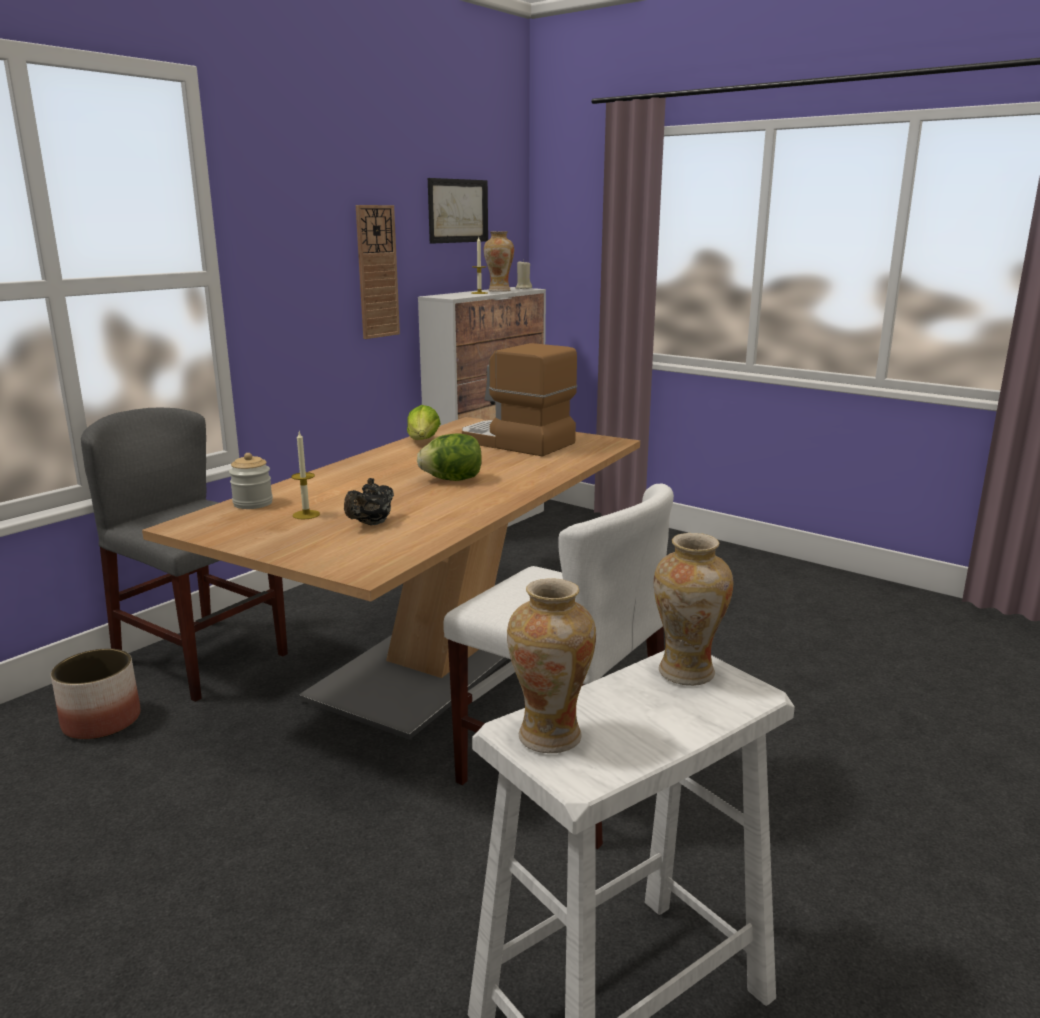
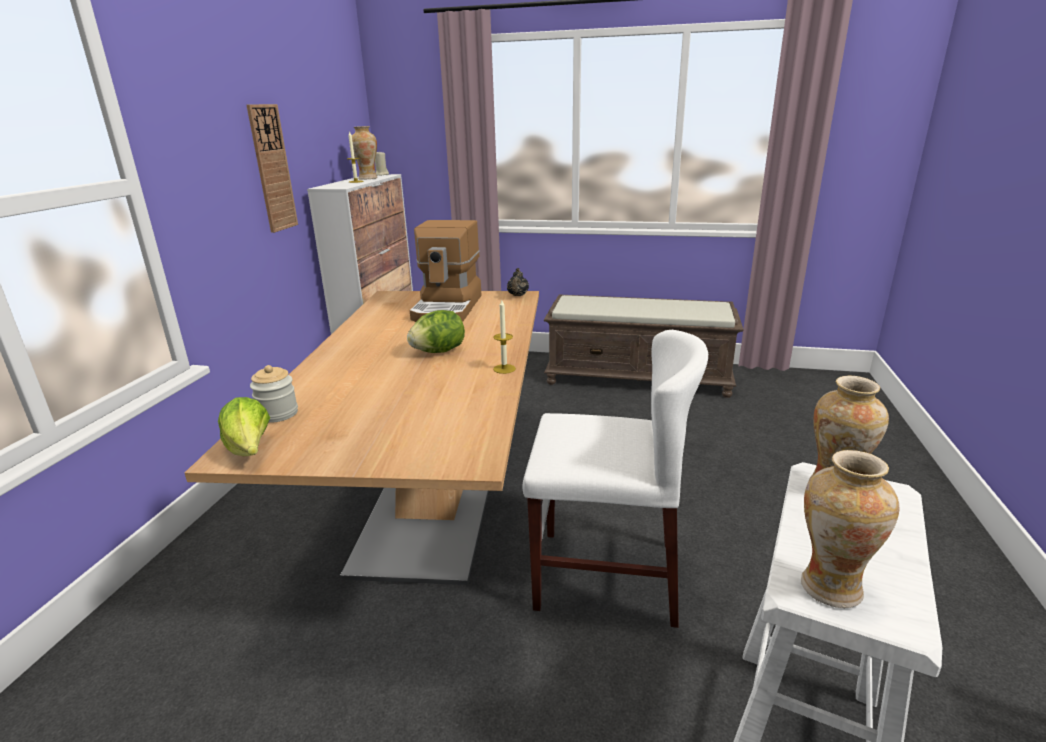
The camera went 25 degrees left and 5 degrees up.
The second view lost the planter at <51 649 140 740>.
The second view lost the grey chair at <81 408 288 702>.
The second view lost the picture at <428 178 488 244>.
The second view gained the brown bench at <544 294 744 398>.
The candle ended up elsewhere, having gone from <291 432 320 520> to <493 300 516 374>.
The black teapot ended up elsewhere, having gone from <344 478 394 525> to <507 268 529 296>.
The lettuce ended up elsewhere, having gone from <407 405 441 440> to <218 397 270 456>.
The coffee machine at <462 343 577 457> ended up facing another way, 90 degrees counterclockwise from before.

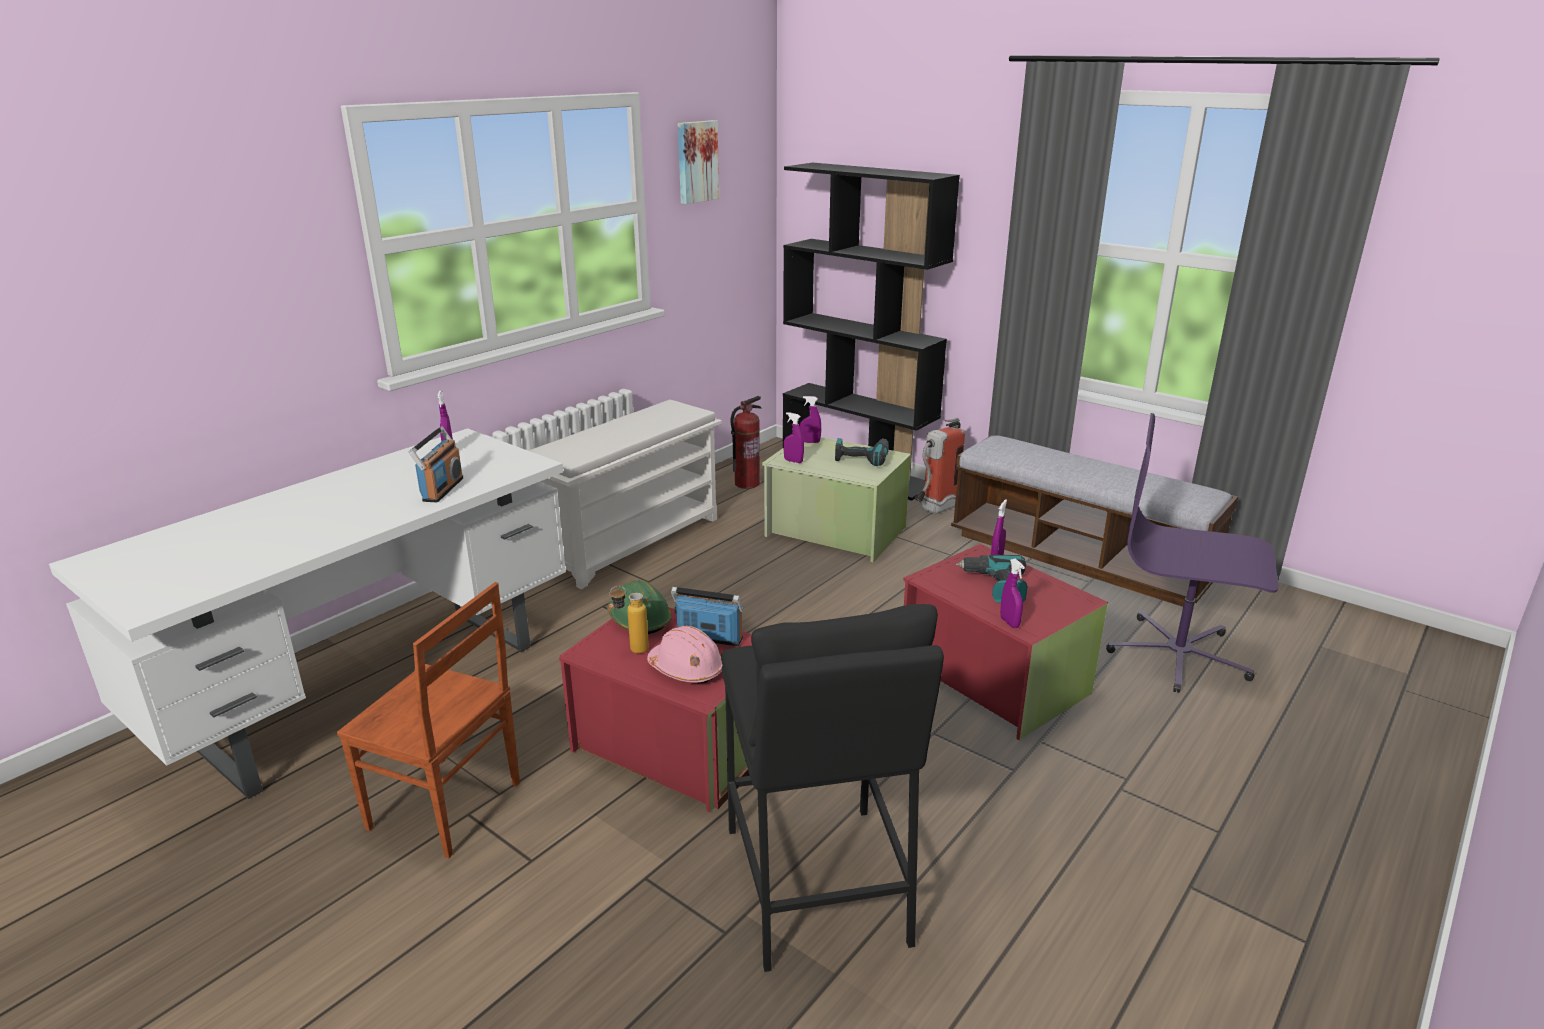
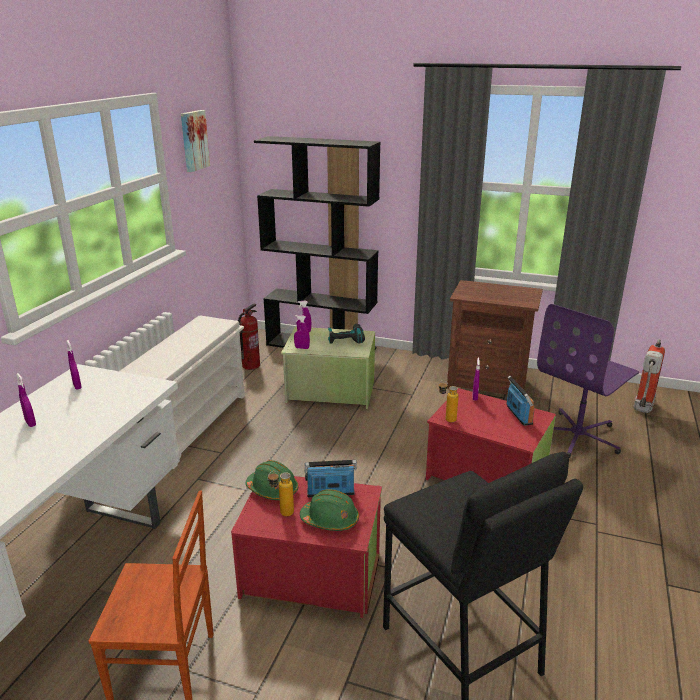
The camera went 20 degrees left and 0 degrees up.
The second view lost the power drill at <956 555 1027 603>.
The second view gained the bottle at <438 380 459 422>.
The radio ended up elsewhere, having gone from <409 426 463 503> to <507 376 535 426>.
The fire extinguisher ended up elsewhere, having gone from <915 418 965 514> to <634 339 665 413>.
The purple spray bottle ended up elsewhere, having gone from <1000 559 1025 628> to <16 373 36 427>.
Where the bench stood at <951 435 1238 607>, the brown nightstand came to stand at <447 280 543 395>.
What was the pink hard hat at <647 626 722 684> turned into the green hard hat at <300 489 359 531>.
The purple office chair at <1106 413 1279 693> ended up facing another way, 45 degrees counterclockwise from before.

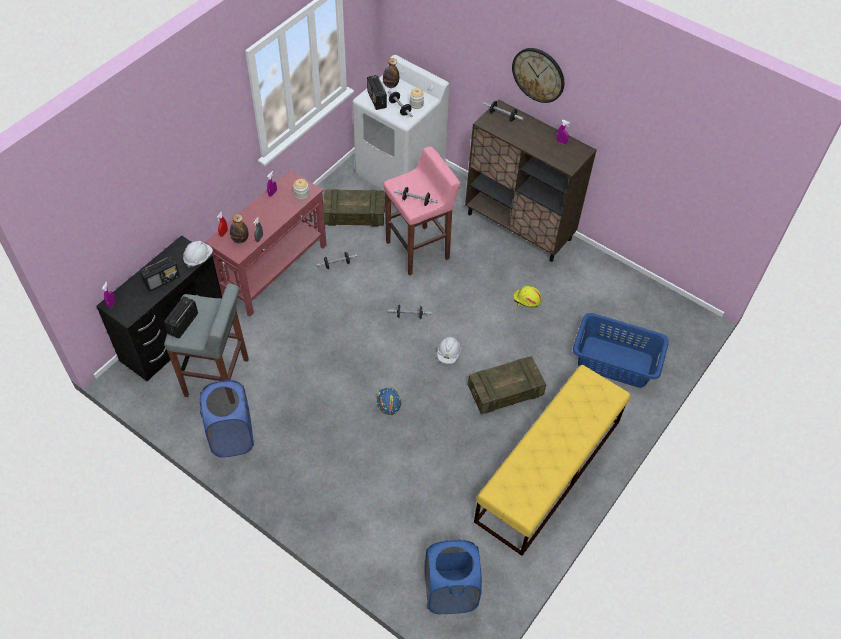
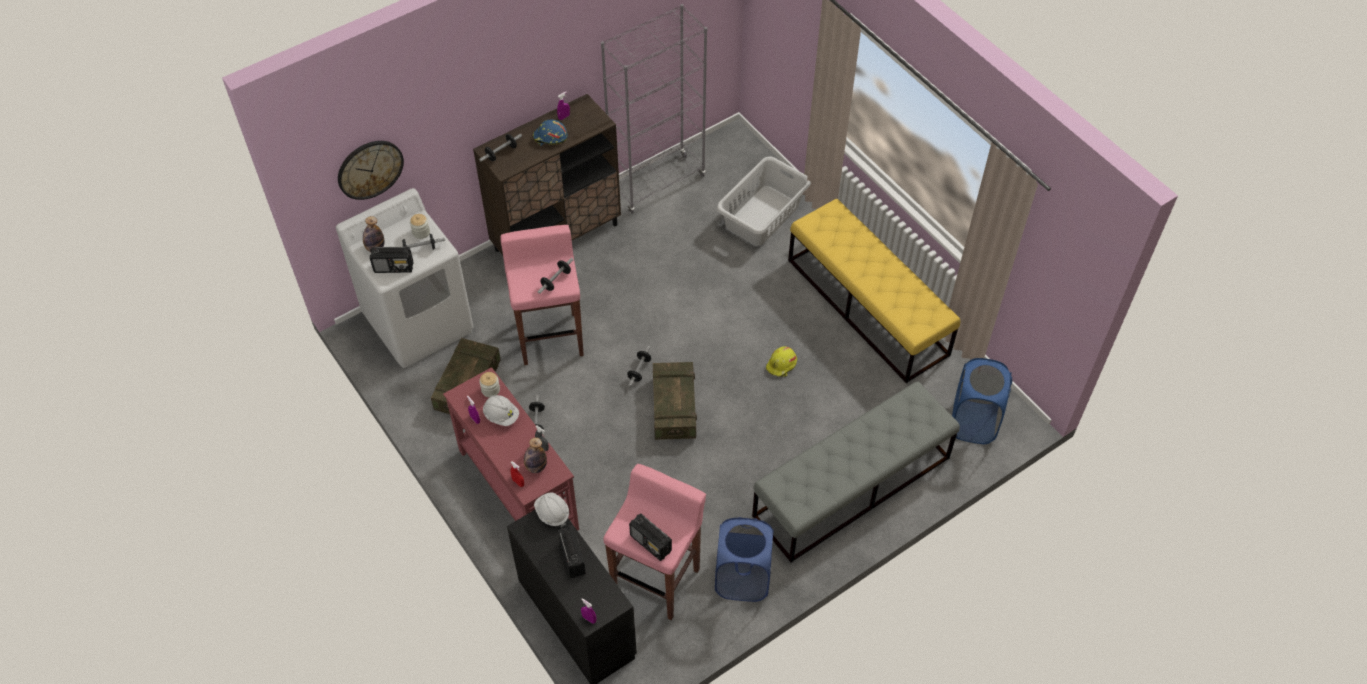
The camera went 70 degrees left and 0 degrees up.
The second view gained the grey bookcase at <601 4 707 214>.
The second view gained the grey bench at <752 381 960 562>.
The blue hard hat ended up elsewhere, having gone from <376 388 401 415> to <533 120 568 146>.
The white hard hat ended up elsewhere, having gone from <437 337 461 364> to <483 395 519 426>.
The crate ended up elsewhere, having gone from <468 356 546 414> to <653 362 697 440>.
The wall clock ended up elsewhere, having gone from <512 48 564 103> to <338 141 404 200>.
The yellow hard hat ended up elsewhere, having gone from <513 286 542 308> to <766 347 797 377>.
What was the grey stool at <164 283 249 397> turned into the pink stool at <603 464 706 620>.
What was the blue laundry basket at <573 313 669 388> turned into the grey laundry basket at <716 157 811 246>.

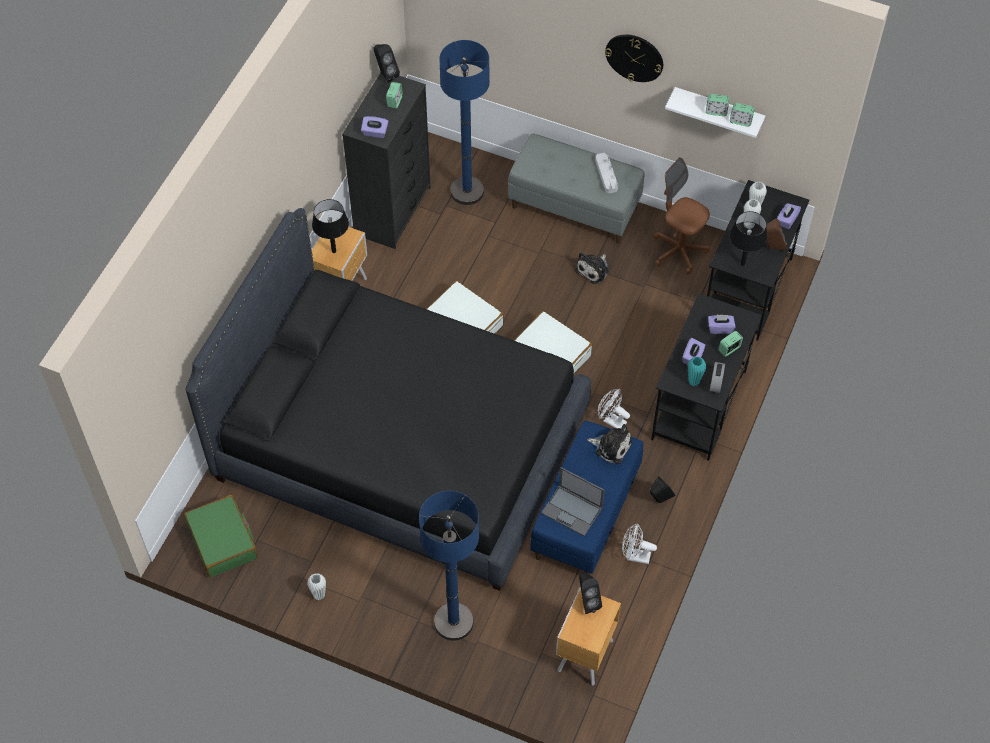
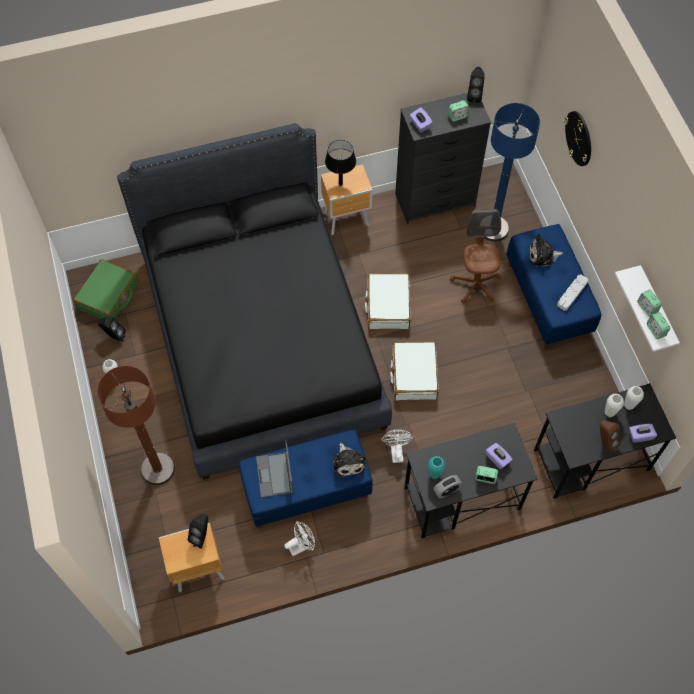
The camera went 50 degrees right and 5 degrees up.
The second view lost the purple tissue box at <682 338 705 365>.
The second view lost the black table lamp at <730 211 767 266>.
The plush toy ended up elsewhere, having gone from <575 252 609 284> to <529 233 563 267>.
The wall clock ended up elsewhere, having gone from <605 34 663 82> to <564 111 591 166>.
The black speaker ended up elsewhere, having gone from <650 476 676 503> to <98 316 126 342>.
The brown office chair ended up elsewhere, having gone from <653 157 710 275> to <450 209 501 303>.
What was the blue floor lamp at <419 491 479 641> turned into the brown floor lamp at <97 366 175 485>.
What was the grey bench at <508 133 645 244> turned into the blue bench at <506 224 602 350>.
The white fan at <622 523 657 564> ended up facing another way, 90 degrees clockwise from before.

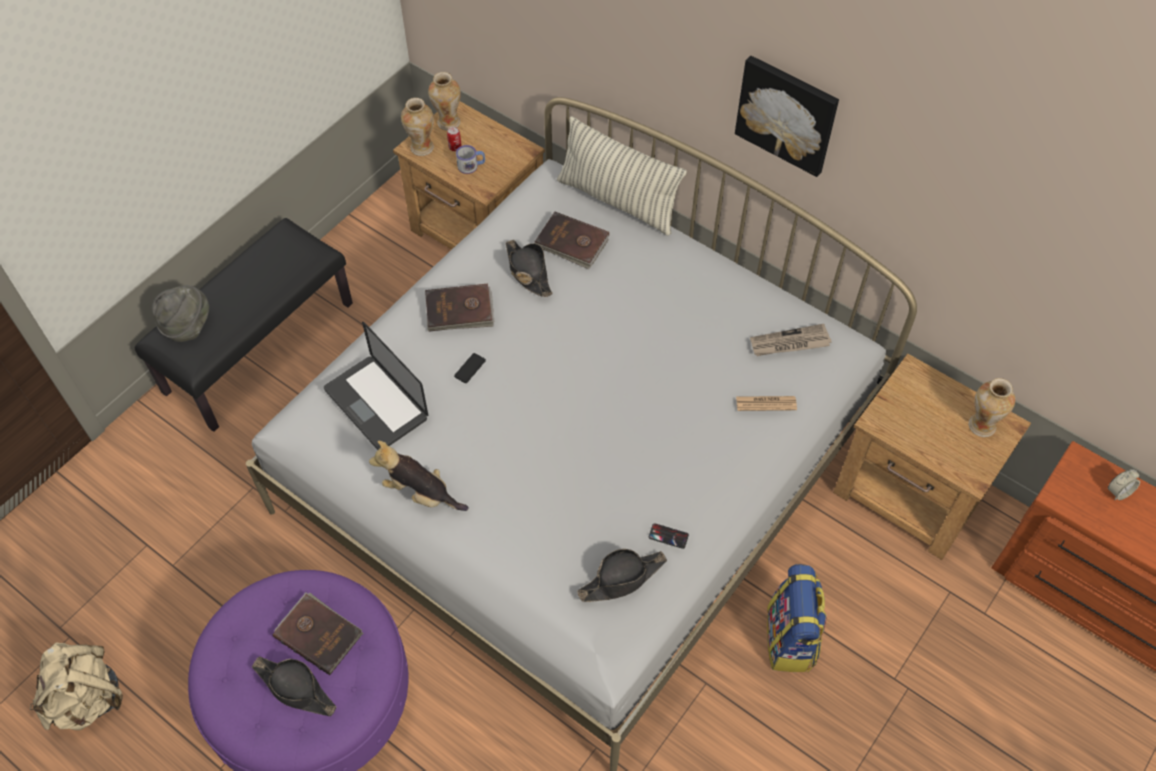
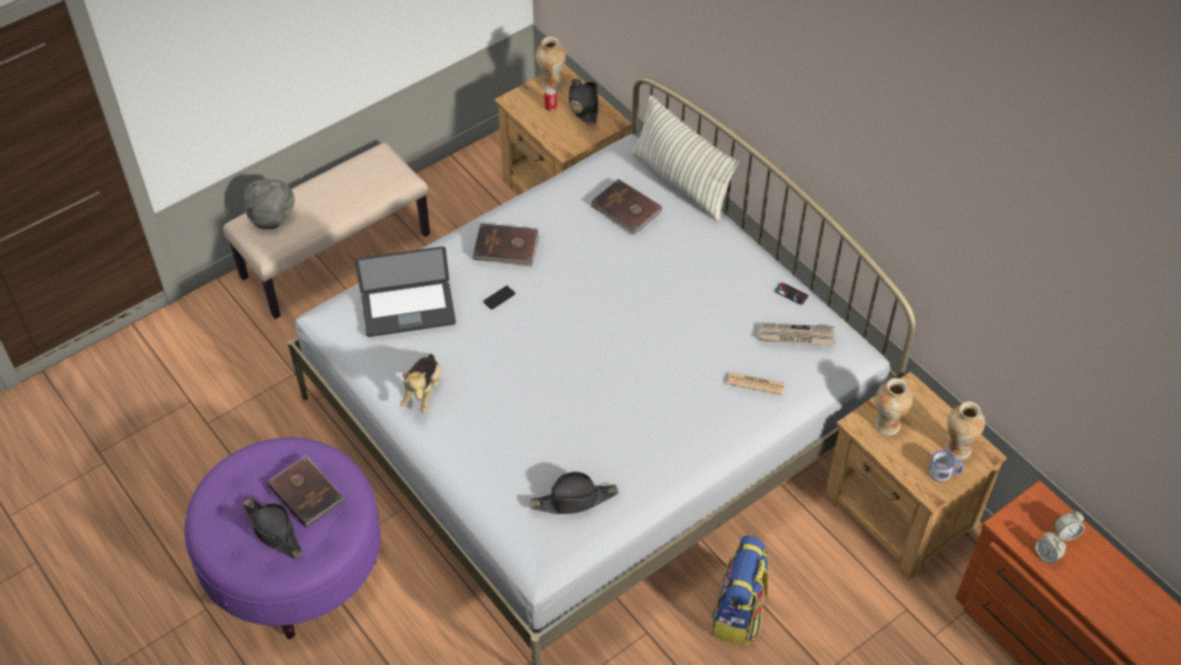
The camera went 15 degrees right and 5 degrees down.
The second view lost the beige backpack at <30 642 123 730>.
The second view lost the picture at <735 56 839 177>.
The second view gained the alarm clock at <1035 532 1066 564>.
The vase ended up elsewhere, having gone from <401 98 434 156> to <874 378 913 436>.
The mug ended up elsewhere, having gone from <456 145 485 174> to <928 451 963 482>.
The black hat ended up elsewhere, having gone from <506 240 553 297> to <569 79 598 125>.
The phone ended up elsewhere, having gone from <649 523 689 549> to <775 282 809 305>.
What was the black bench at <135 218 353 432> turned into the beige bench at <223 143 430 319>.
The laptop at <324 322 428 450> ended up facing another way, 75 degrees counterclockwise from before.
The plush toy at <369 441 469 511> ended up facing another way, 120 degrees counterclockwise from before.

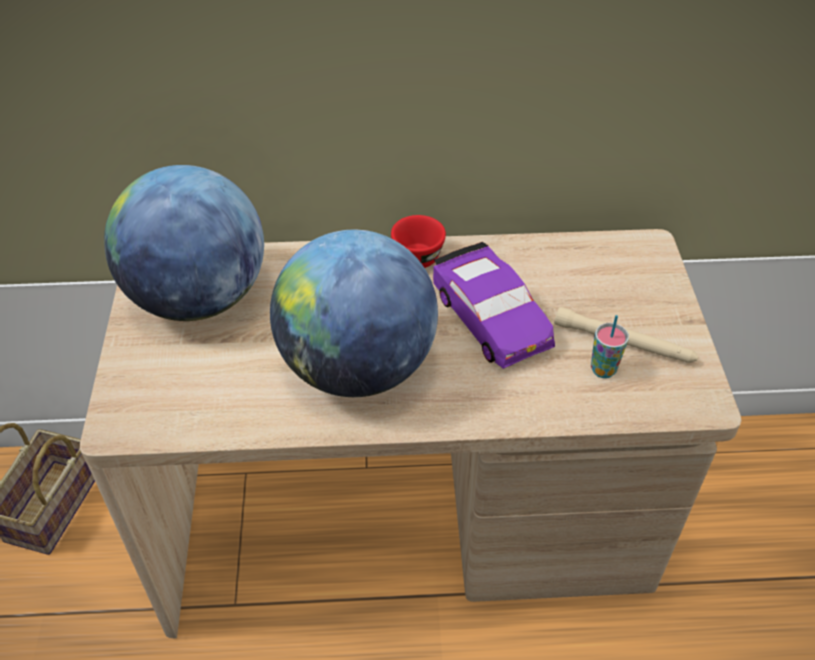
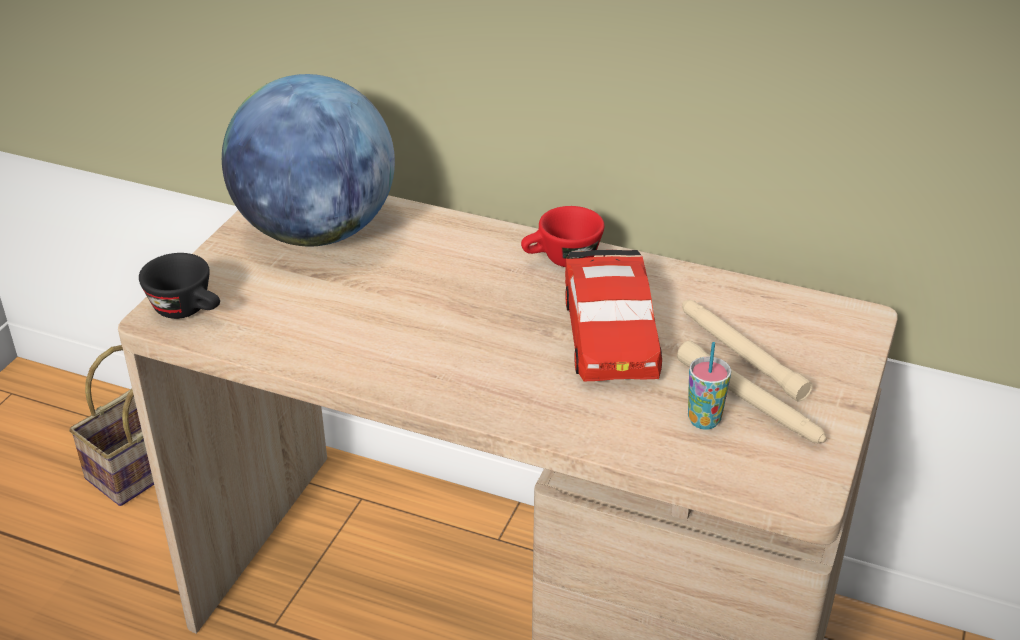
The camera went 25 degrees right and 10 degrees down.
The second view lost the globe at <270 230 438 397>.
The second view gained the black cup at <139 253 220 319>.
The second view gained the beige flashlight at <682 300 813 401>.
What was the purple toy car at <433 242 555 369> turned into the red toy car at <565 250 662 381>.

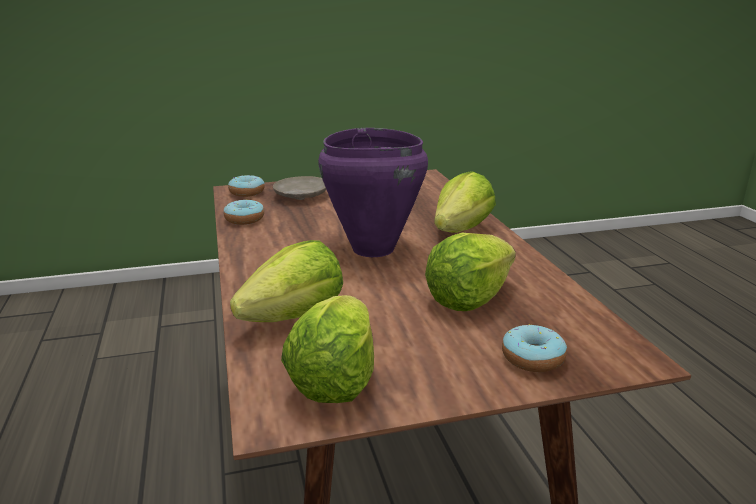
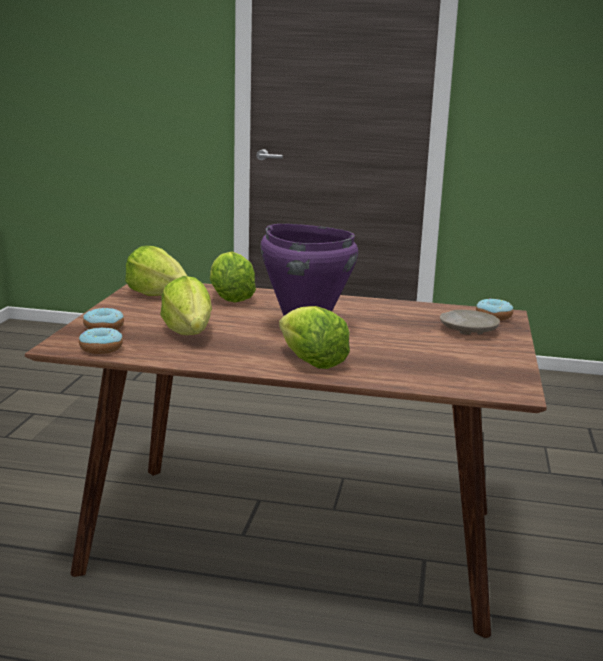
The camera went 115 degrees right and 5 degrees down.
The donut ended up elsewhere, having gone from <223 199 264 225> to <79 328 123 354>.

